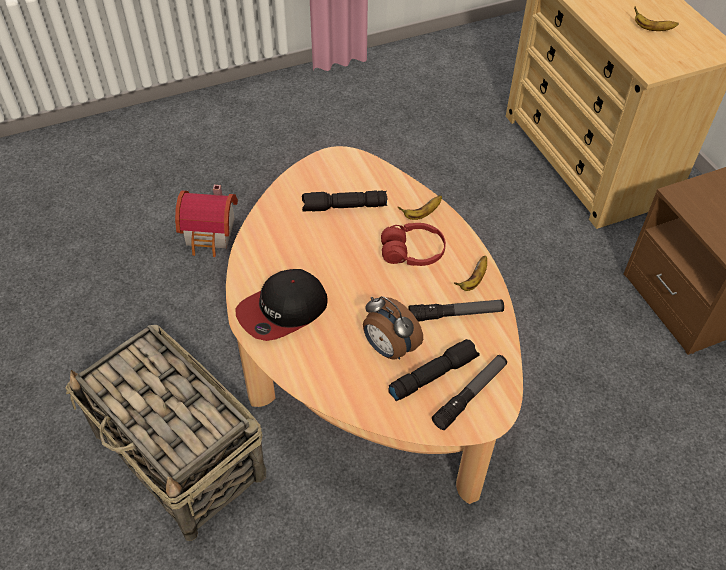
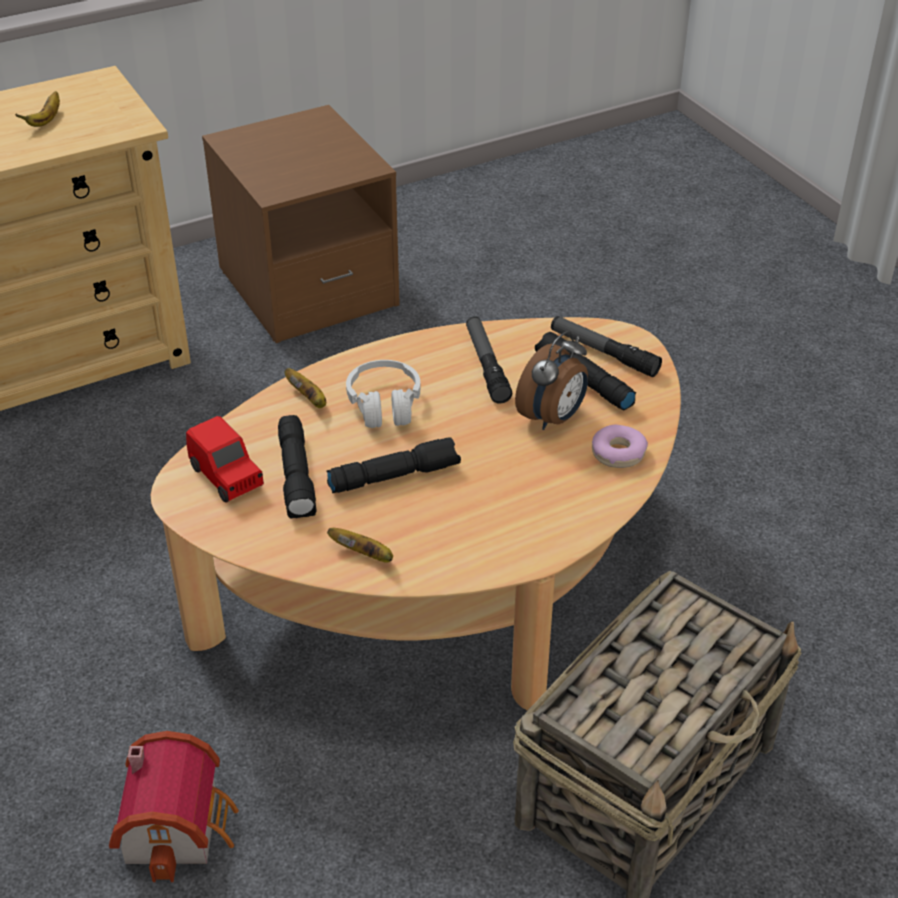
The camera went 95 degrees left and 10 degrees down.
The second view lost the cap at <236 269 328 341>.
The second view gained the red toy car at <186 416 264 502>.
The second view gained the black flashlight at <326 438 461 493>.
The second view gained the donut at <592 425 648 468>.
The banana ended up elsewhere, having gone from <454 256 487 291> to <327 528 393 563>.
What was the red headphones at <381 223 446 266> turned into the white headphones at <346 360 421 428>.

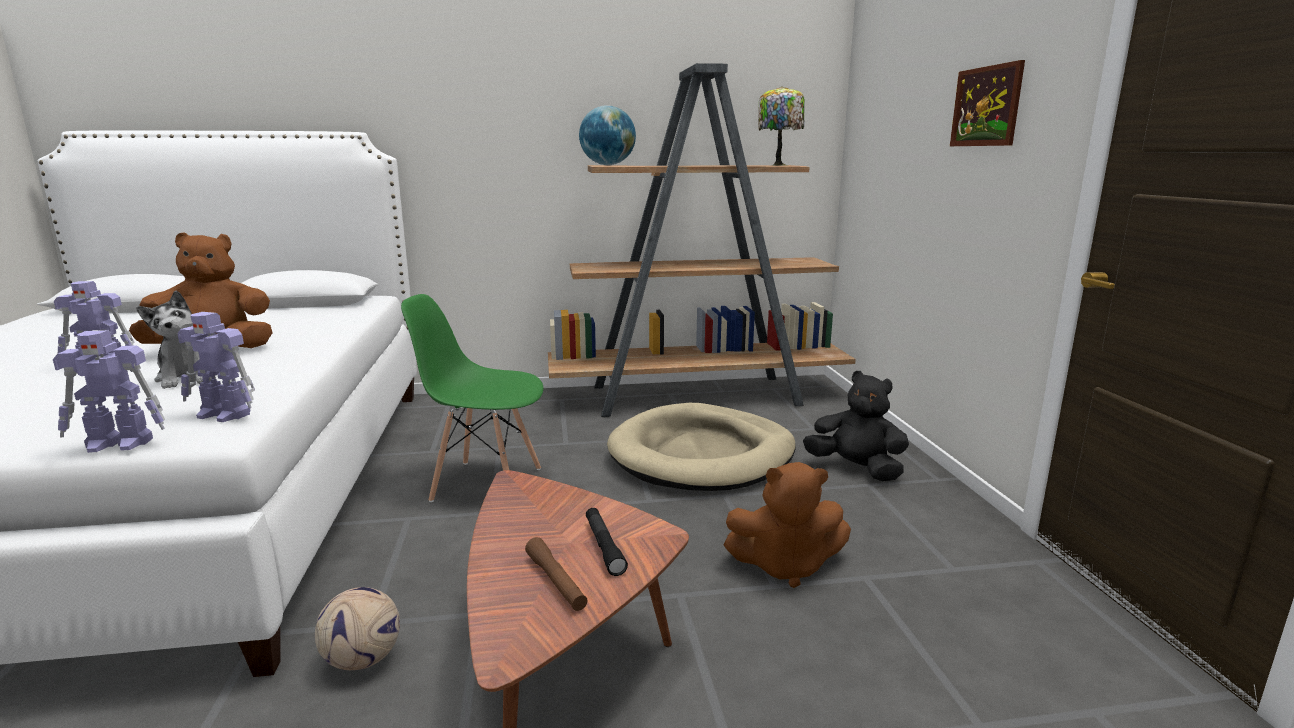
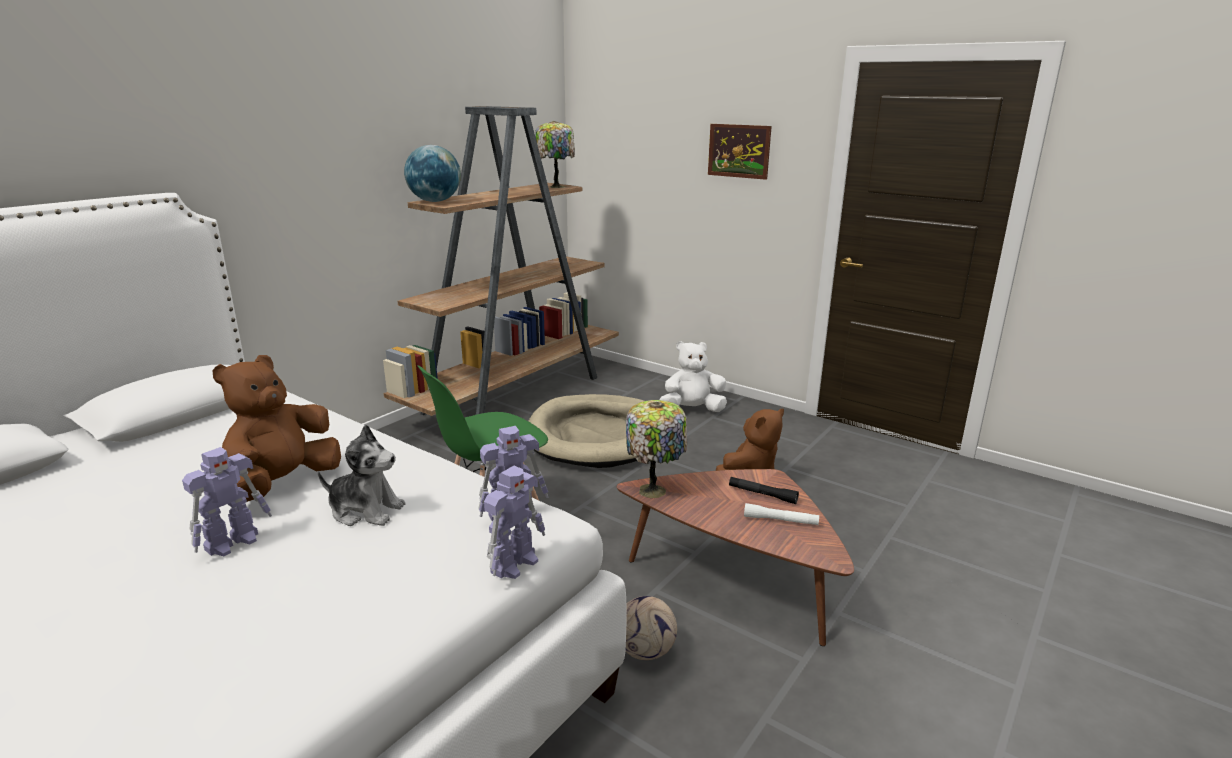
The camera went 45 degrees left and 5 degrees up.
The second view gained the table lamp at <626 400 687 498>.
What was the brown flashlight at <525 537 588 611> turned into the white flashlight at <744 503 819 525>.
What was the black plush toy at <803 371 909 481> turned into the white plush toy at <659 341 727 412>.

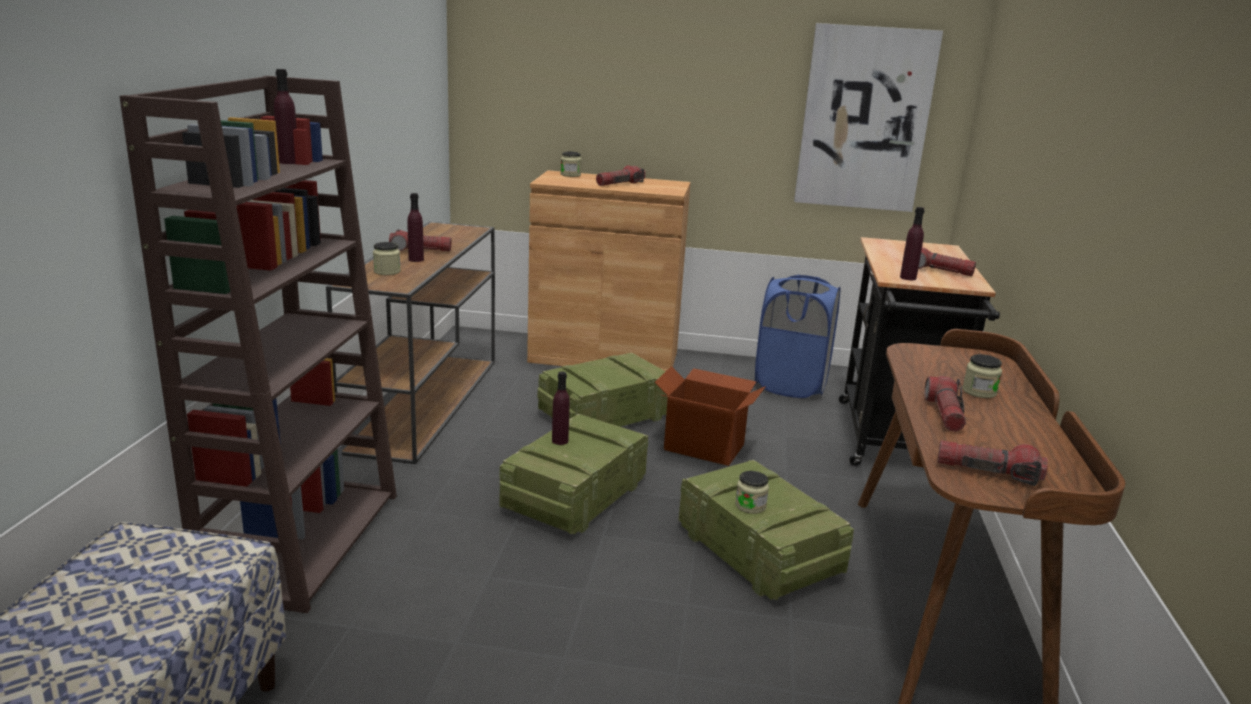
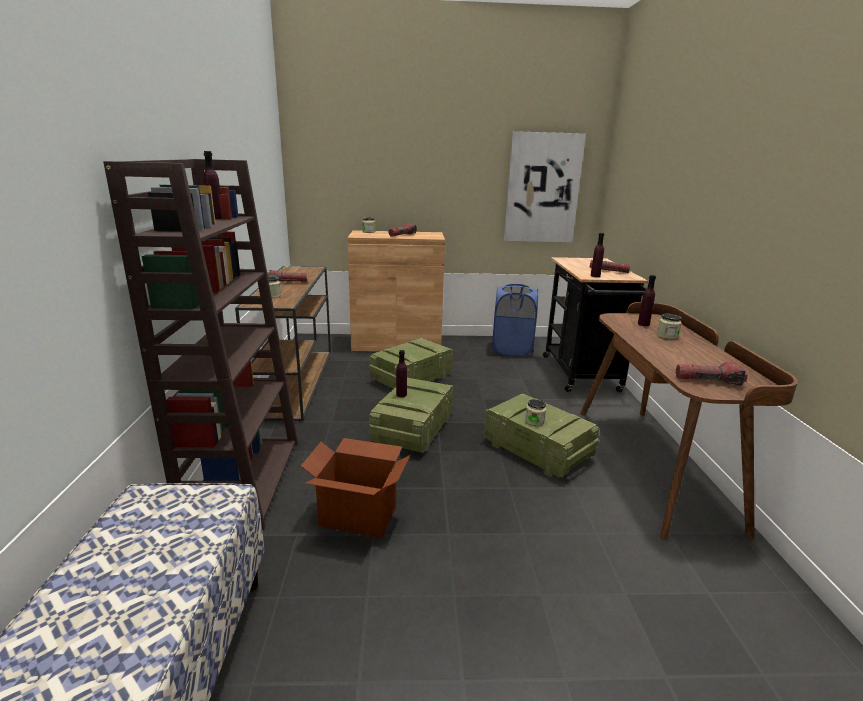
The camera went 10 degrees left and 0 degrees up.
The second view lost the flashlight at <924 376 966 432>.
The purple bottle ended up elsewhere, having gone from <407 193 424 262> to <638 275 656 326>.
The cardboard box ended up elsewhere, having gone from <655 366 766 466> to <301 438 410 538>.

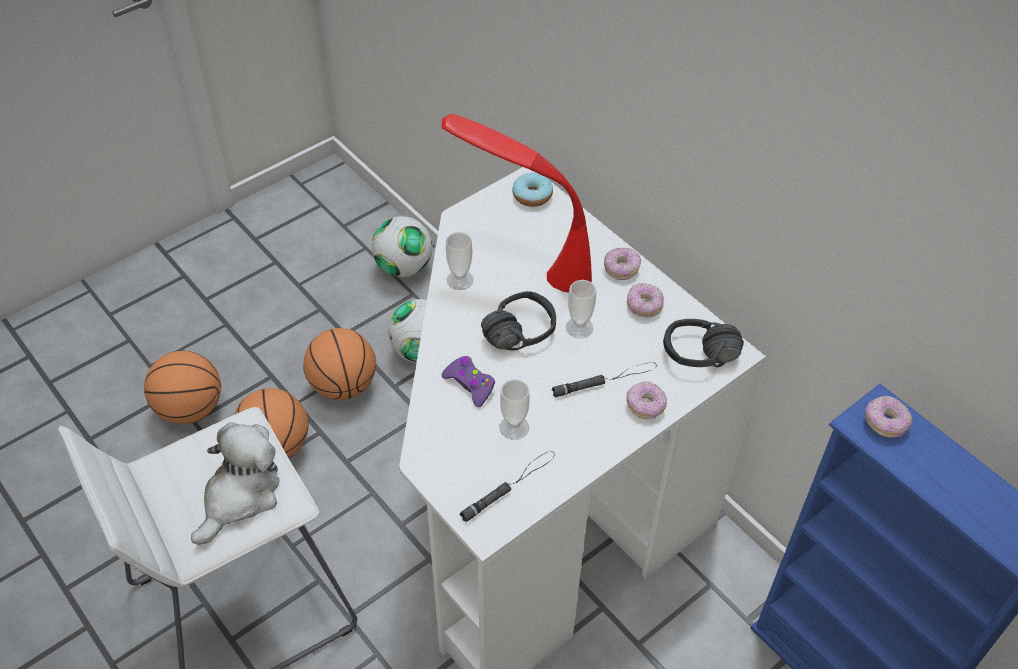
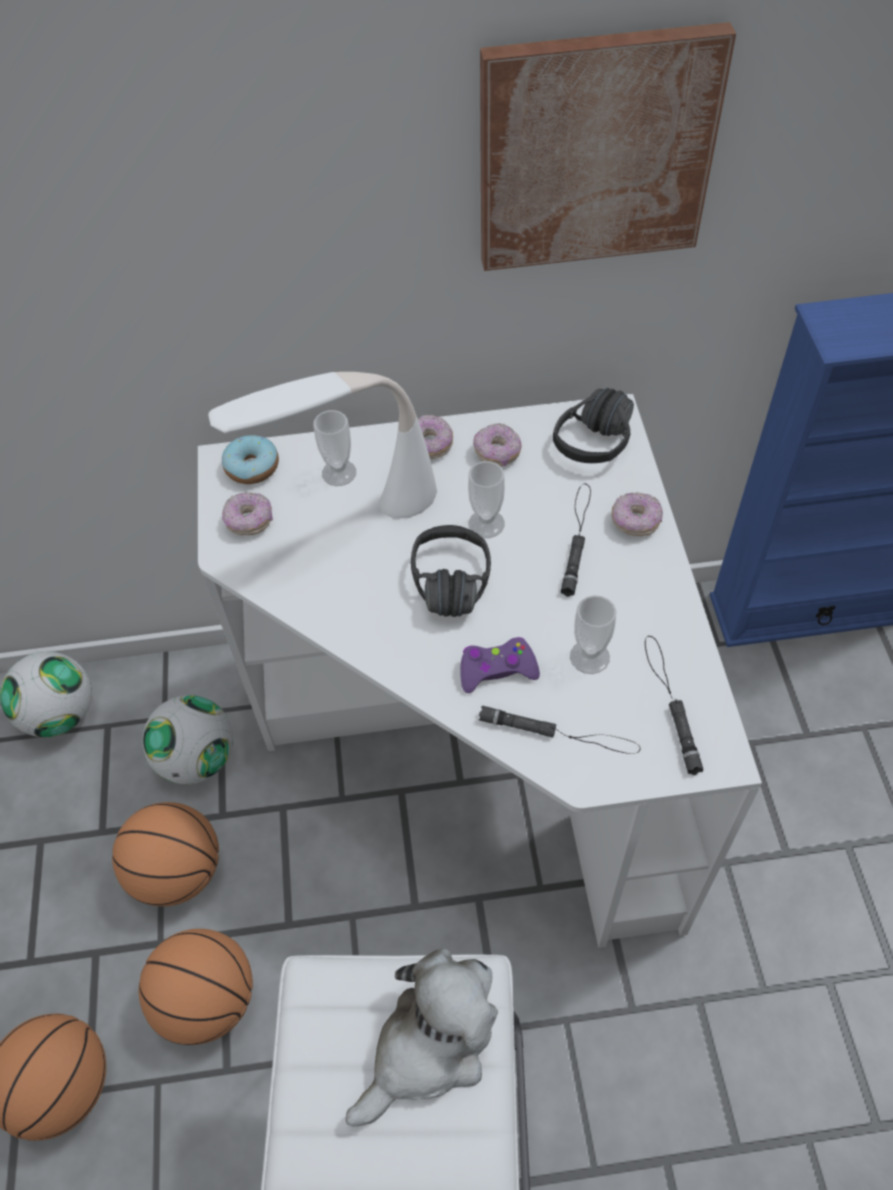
The camera went 55 degrees left and 5 degrees up.
The second view gained the black flashlight at <479 706 641 754>.
The second view gained the picture at <480 22 736 271>.
The cup ended up elsewhere, having gone from <446 232 473 290> to <314 410 356 486>.
The donut ended up elsewhere, having gone from <865 396 912 438> to <222 492 273 535>.
What was the red table lamp at <442 114 592 292> turned into the white table lamp at <208 372 437 519>.
The plush toy at <191 422 280 545> ended up facing another way, 75 degrees clockwise from before.

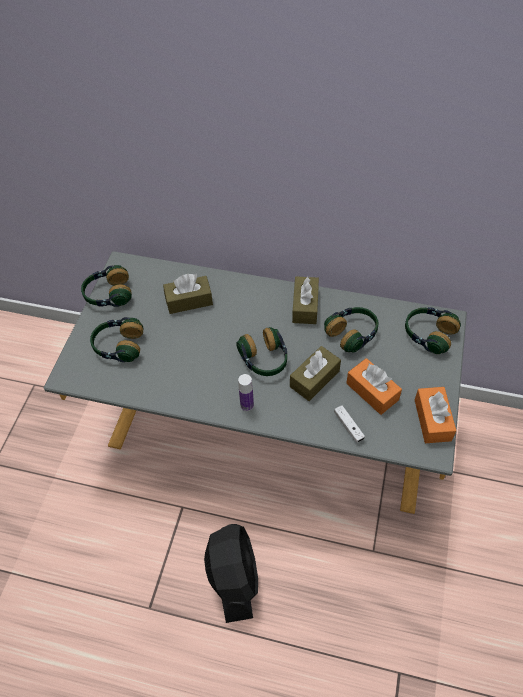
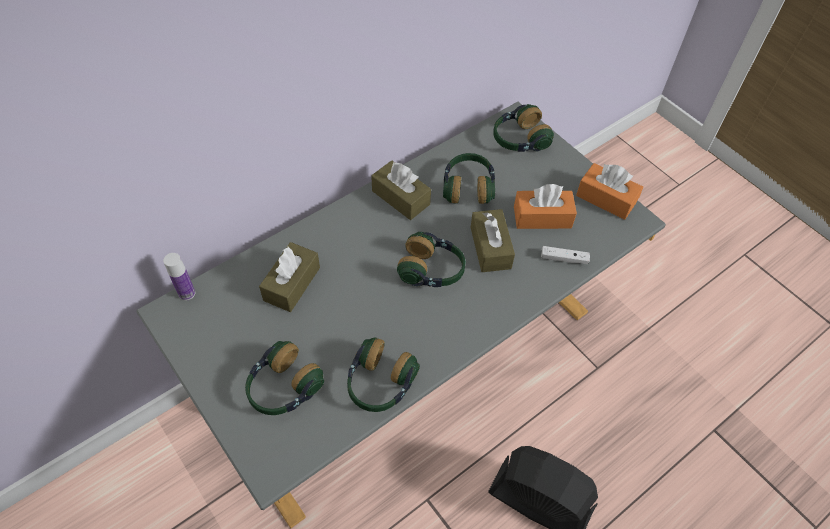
The camera went 55 degrees left and 0 degrees up.
The headphones ended up elsewhere, having gone from <81 265 132 307> to <347 337 420 412>.
The bottle ended up elsewhere, having gone from <238 374 254 411> to <163 253 195 300>.

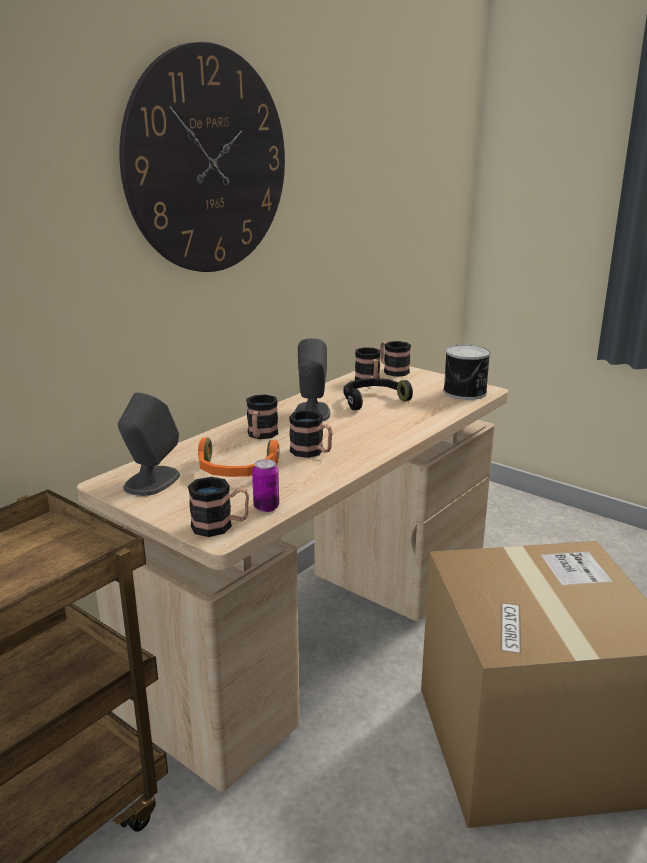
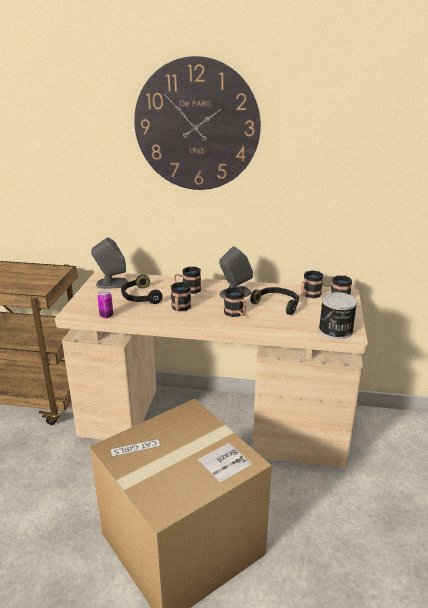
The camera went 60 degrees right and 5 degrees up.
The mug ended up elsewhere, having gone from <188 477 249 537> to <224 287 246 317>.
What was the orange headphones at <198 437 279 477> turned into the black headphones at <121 275 163 304>.

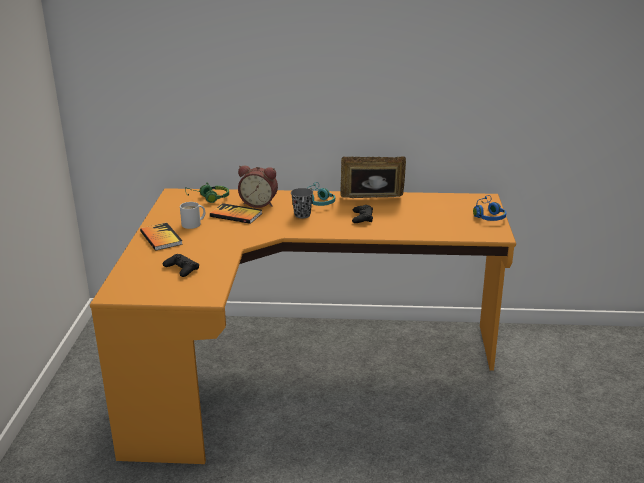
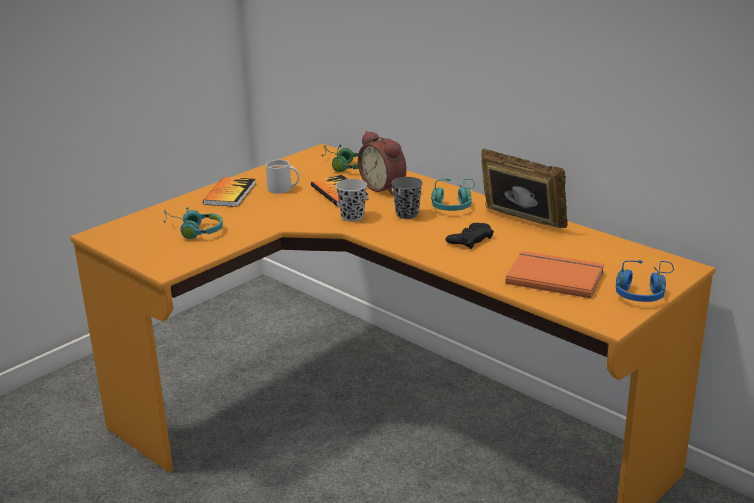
The camera went 40 degrees right and 0 degrees up.
The second view gained the black cup at <336 179 367 221>.
The second view gained the orange book at <506 251 604 298>.
Where the black game controller stood at <163 254 199 277>, the turquoise headphones came to stand at <163 207 223 239>.

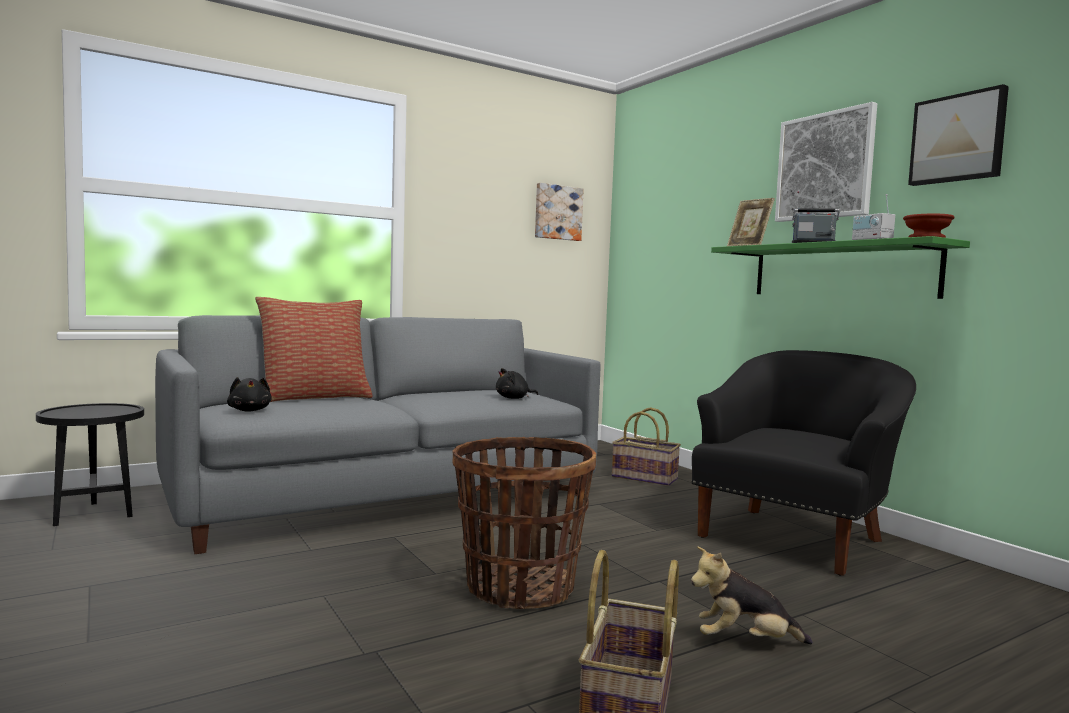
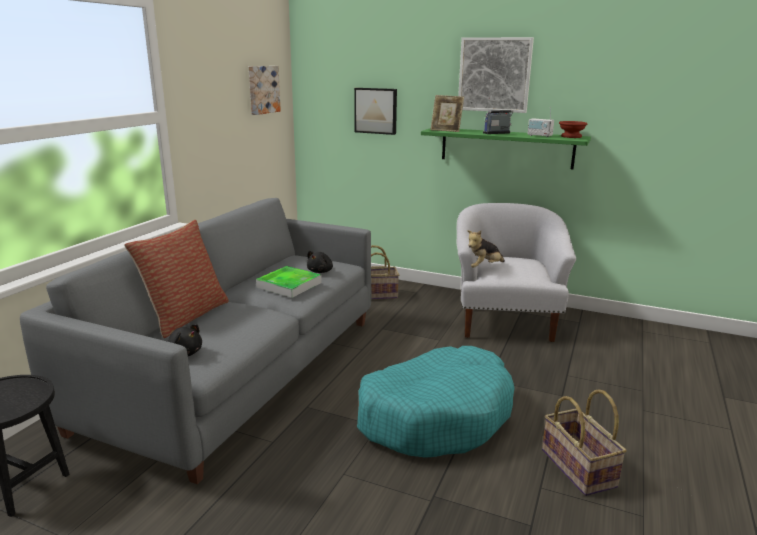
The camera went 35 degrees left and 15 degrees up.
The second view gained the tray at <256 266 322 298>.
The plush toy ended up elsewhere, having gone from <691 546 813 645> to <467 230 505 268>.
The picture ended up elsewhere, having gone from <908 84 1009 186> to <354 88 397 135>.
Where the basket stood at <452 437 596 609>, the turquoise dog bed came to stand at <357 346 515 458>.
What was the black armchair at <691 350 916 576> turned into the white armchair at <456 203 576 342>.

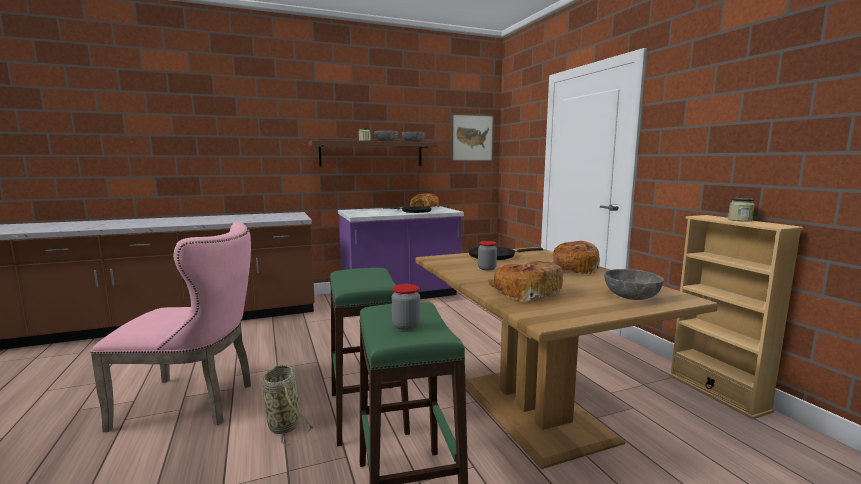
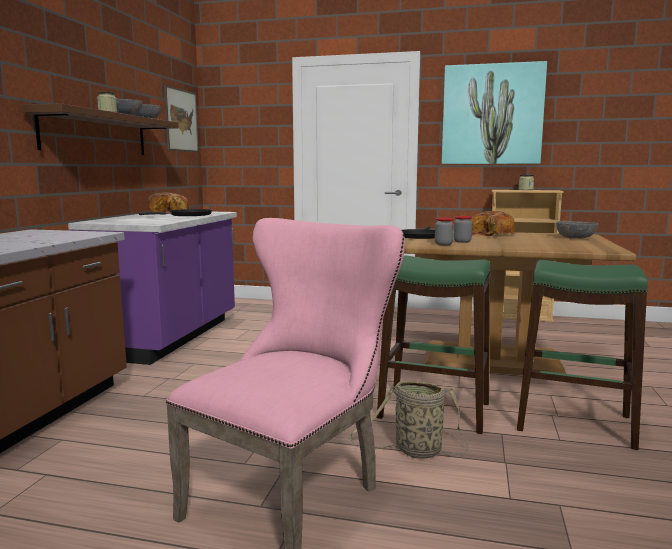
The camera went 55 degrees left and 0 degrees up.
The second view lost the bread at <488 261 563 302>.
The second view gained the picture at <442 61 547 164>.
The jar ended up elsewhere, having gone from <392 284 420 330> to <435 218 454 245>.

